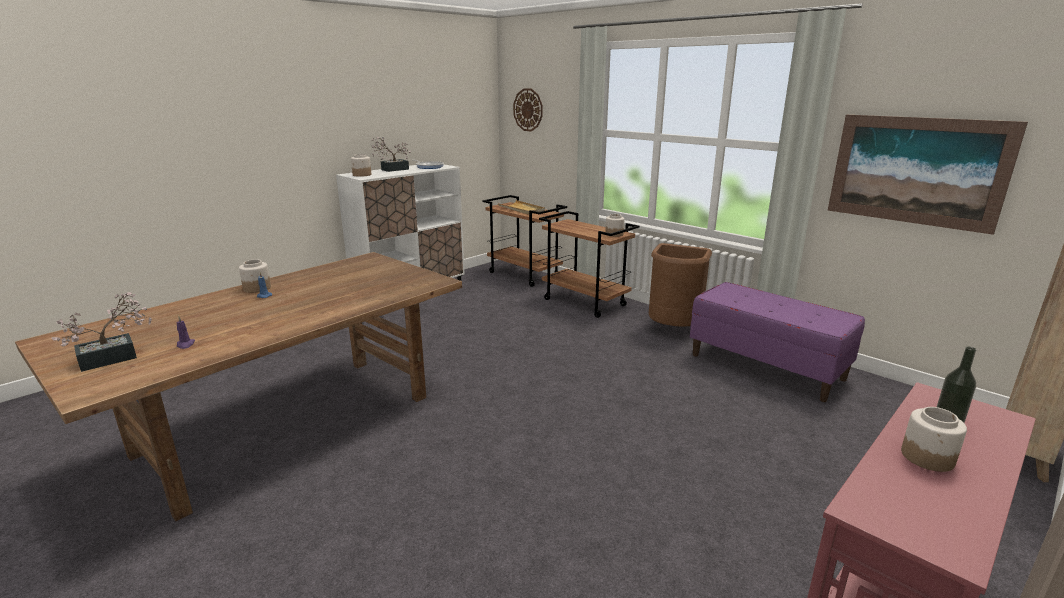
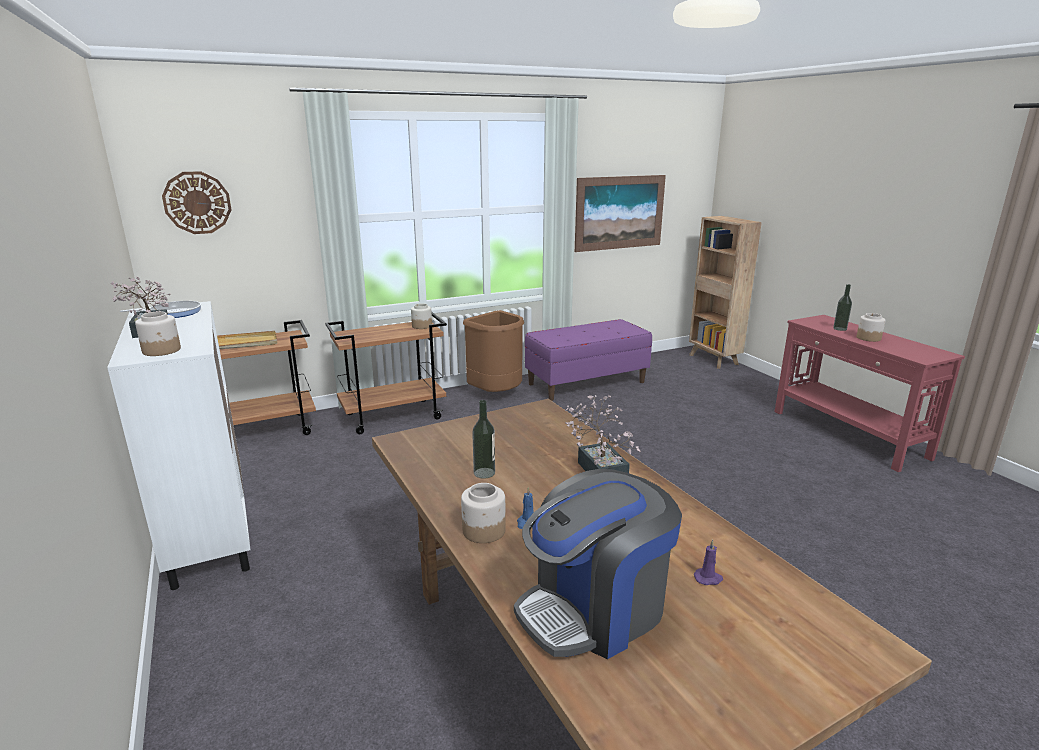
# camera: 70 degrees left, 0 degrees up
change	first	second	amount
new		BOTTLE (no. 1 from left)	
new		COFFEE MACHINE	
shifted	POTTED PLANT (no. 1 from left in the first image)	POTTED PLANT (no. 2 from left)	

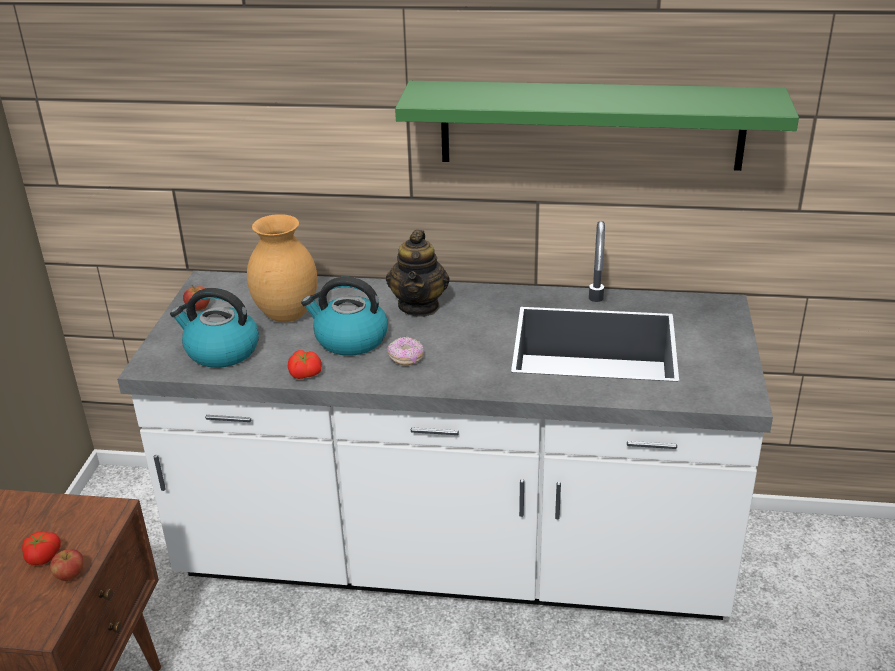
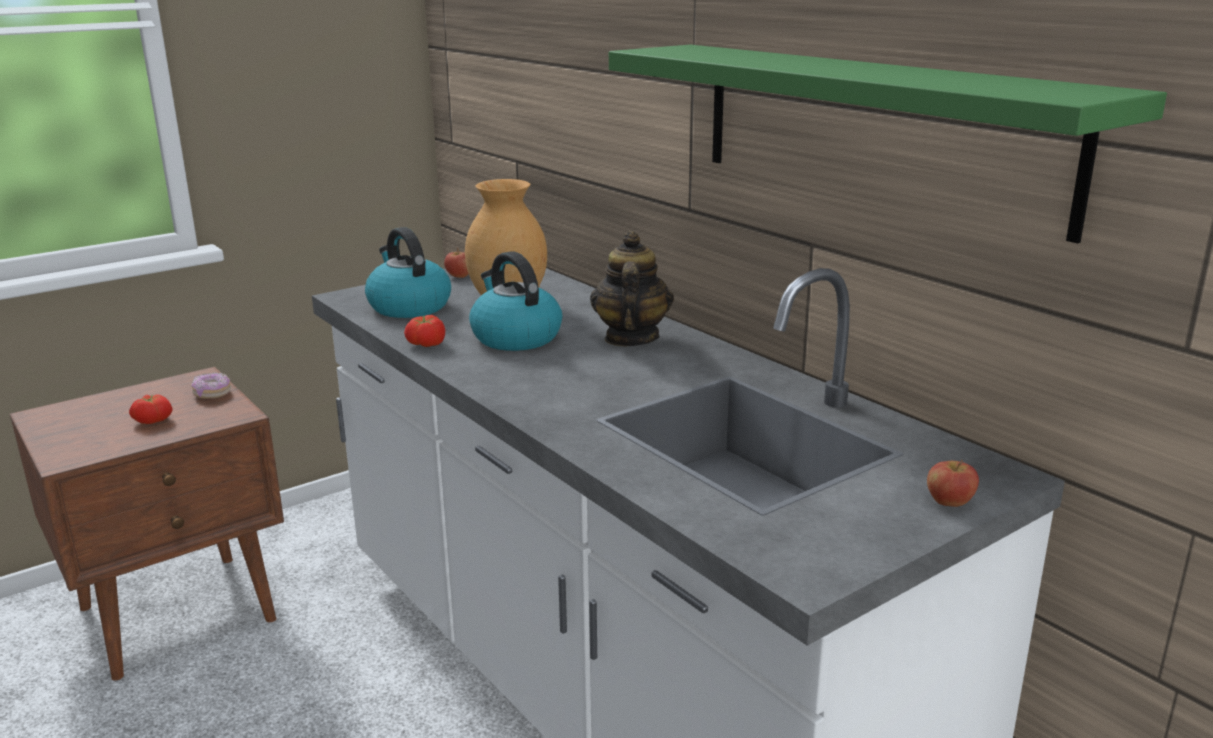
# camera: 45 degrees right, 10 degrees down
change	first	second	amount
shifted	DONUT		
rotated	TEAPOT		135 degrees clockwise
shifted	APPLE (no. 1 from left in the first image)	APPLE (no. 2 from left)	

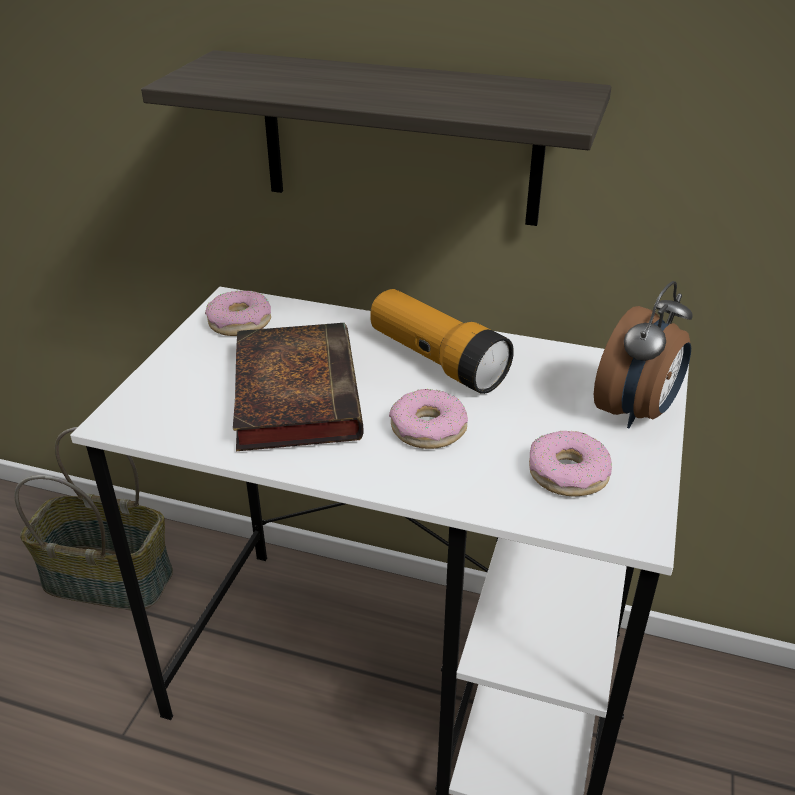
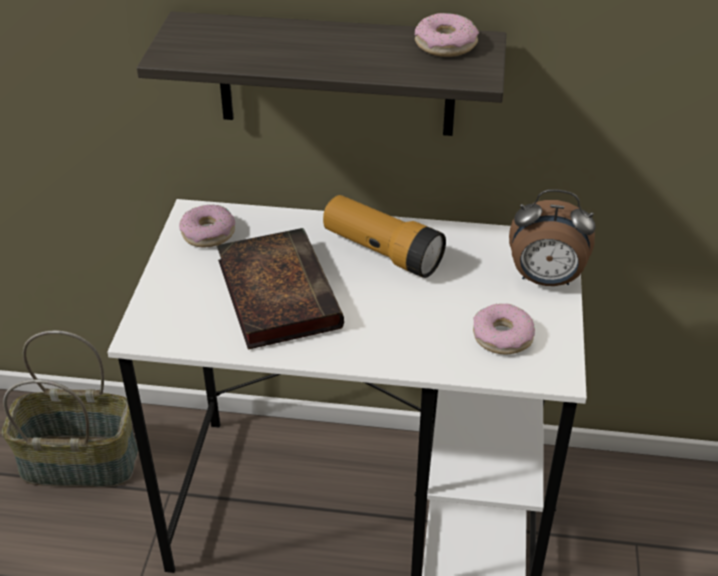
# camera: 10 degrees left, 5 degrees up
change	first	second	amount
shifted	DONUT (no. 2 from left)		
rotated	ALARM CLOCK		75 degrees clockwise

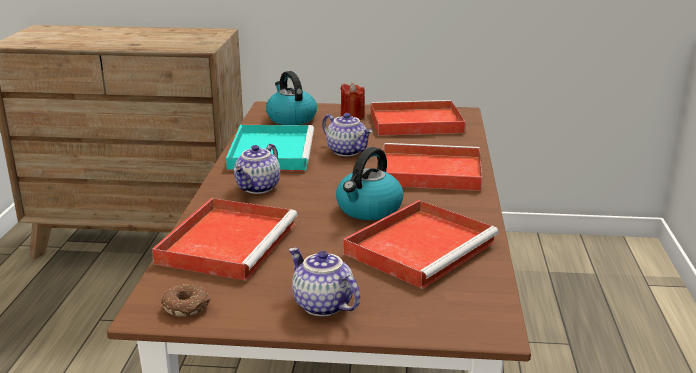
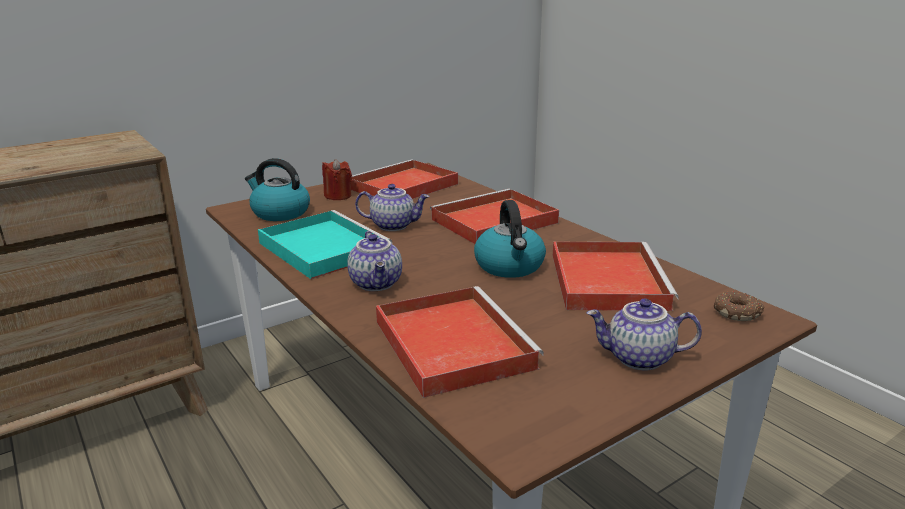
# camera: 40 degrees left, 0 degrees up
change	first	second	amount
shifted	DONUT		

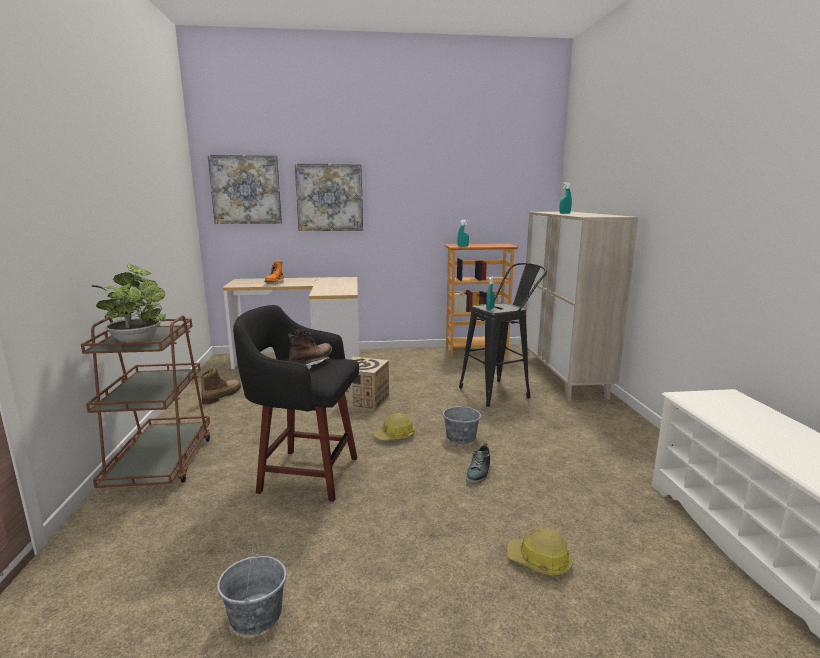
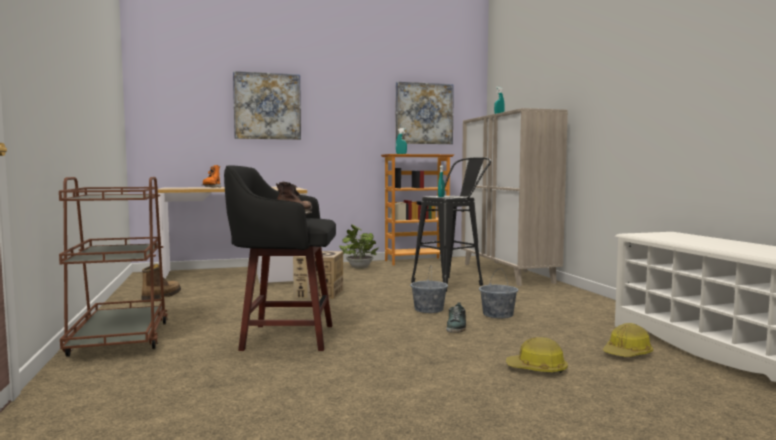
# camera: 10 degrees left, 10 degrees down
change	first	second	amount
shifted	POTTED PLANT		
shifted	PICTURE (no. 1 from left in the first image)	PICTURE (no. 2 from left)	
shifted	GREY BUCKET (no. 1 from left in the first image)	GREY BUCKET (no. 2 from left)	
shifted	HARD HAT (no. 1 from left in the first image)	HARD HAT (no. 2 from left)	

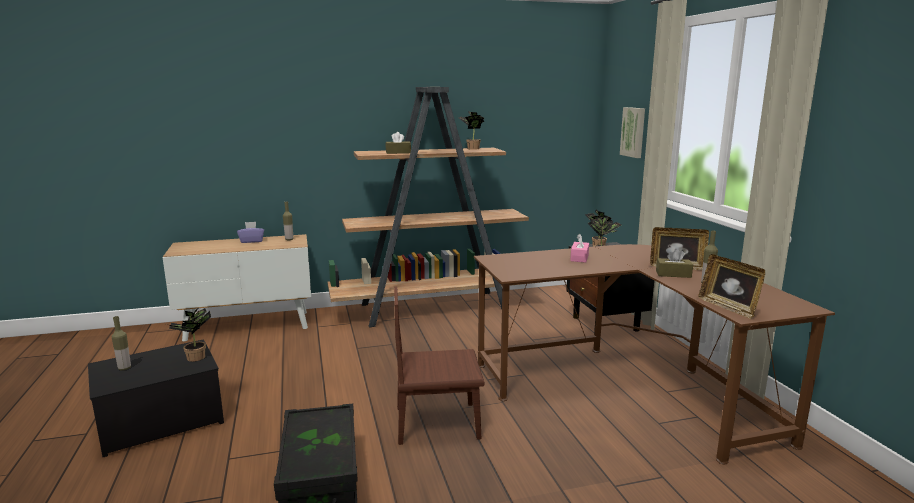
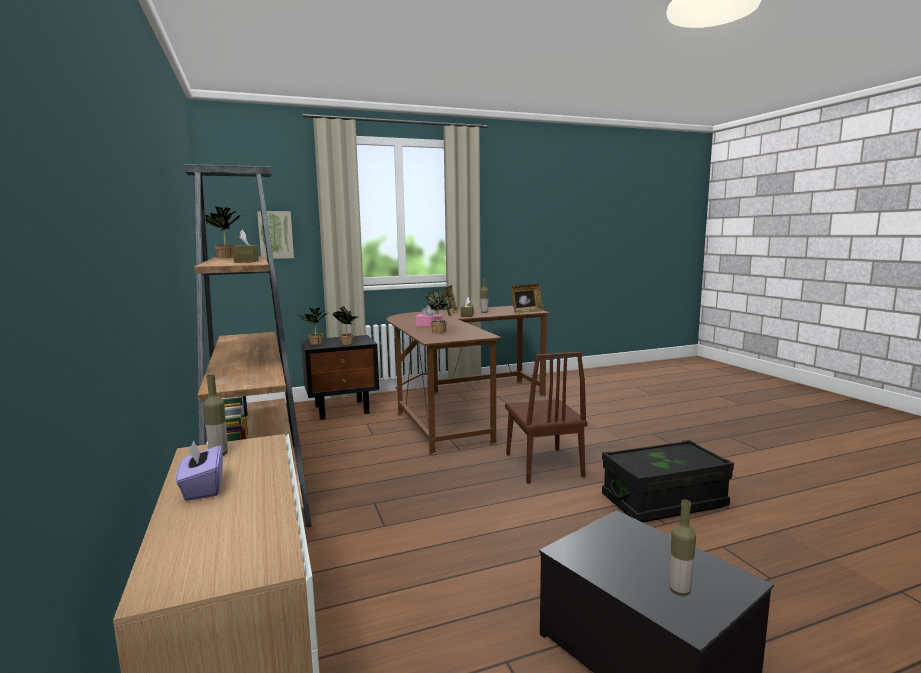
# camera: 95 degrees left, 5 degrees down
change	first	second	amount
shifted	POTTED PLANT (no. 1 from left in the first image)	POTTED PLANT (no. 4 from left)	

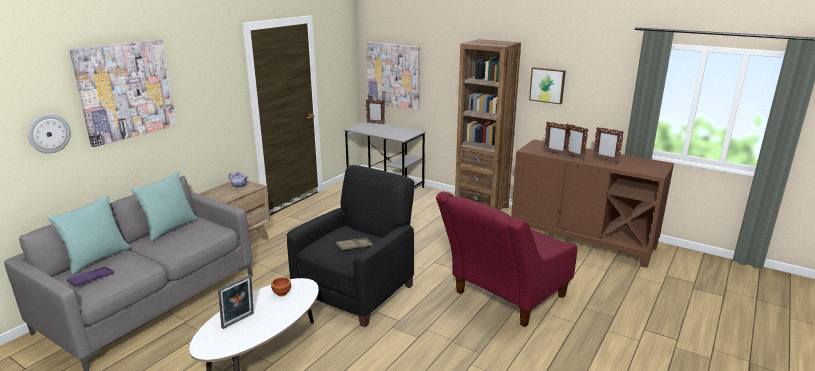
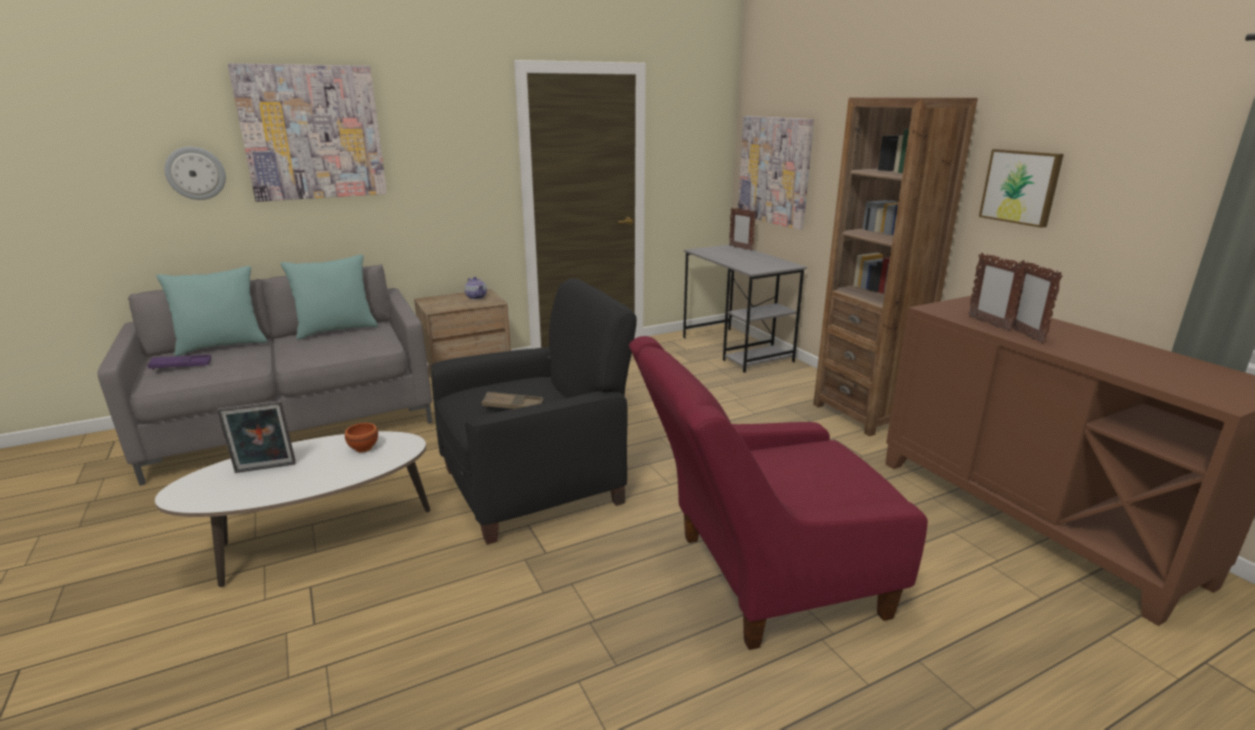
# camera: 30 degrees right, 0 degrees up
change	first	second	amount
gone	PICTURE FRAME (no. 5 from left)		

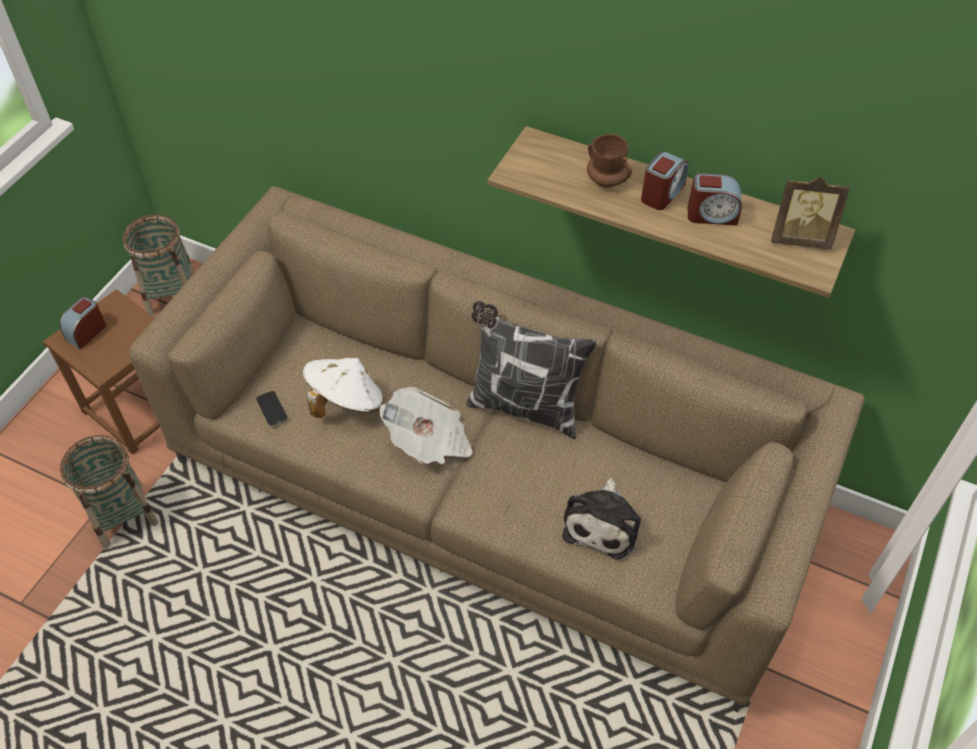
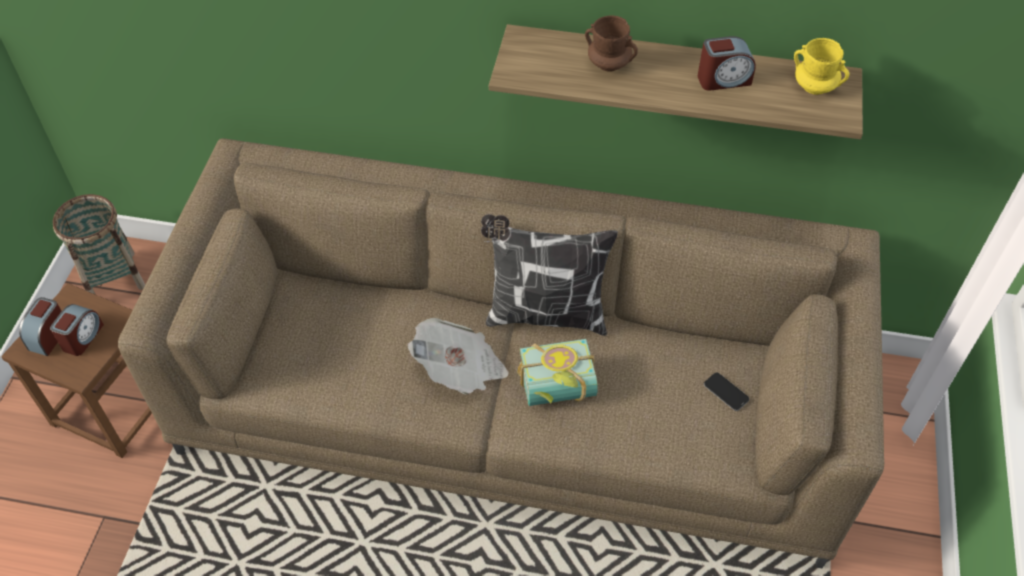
# camera: 15 degrees left, 0 degrees up
change	first	second	amount
shifted	ALARM CLOCK (no. 2 from left)		
new		BOOK	
shifted	PHONE		
swapped	PICTURE FRAME	YELLOW MUG	
gone	BASKET (no. 1 from left)		
gone	WHITE HAT		
gone	PLUSH TOY		

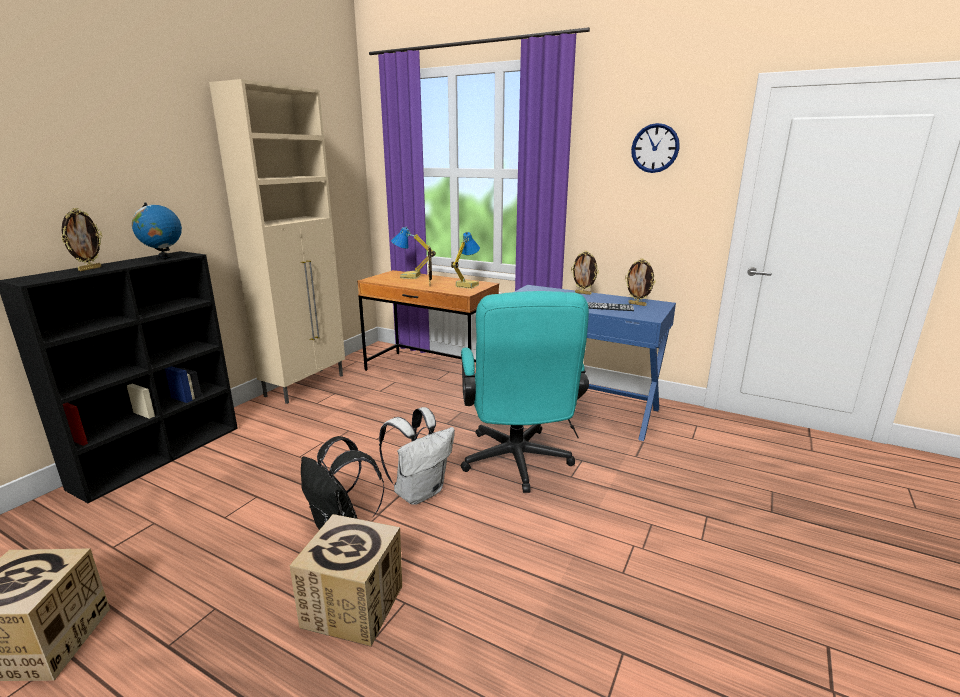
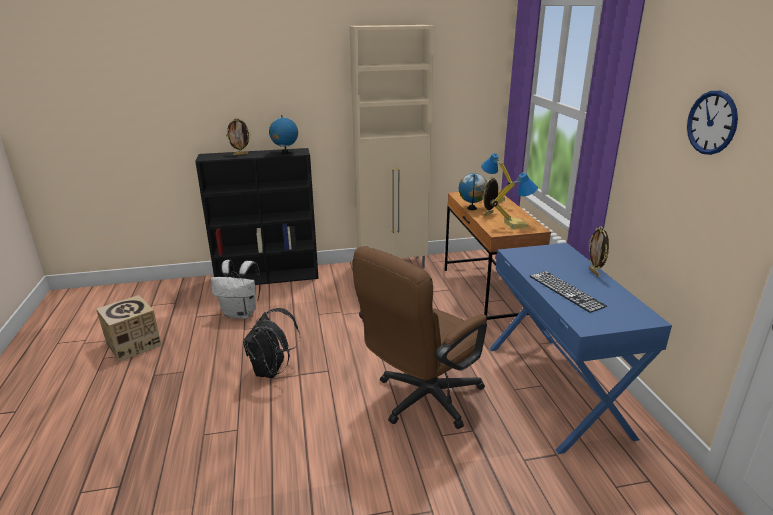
# camera: 50 degrees right, 5 degrees up
change	first	second	amount
shifted	WHITE BACKPACK		
repainted	TURQUOISE OFFICE CHAIR	BROWN OFFICE CHAIR	
new		GLOBE (no. 2 from left)	
gone	CARDBOARD BOX (no. 2 from left)		
gone	PICTURE FRAME (no. 4 from left)		

